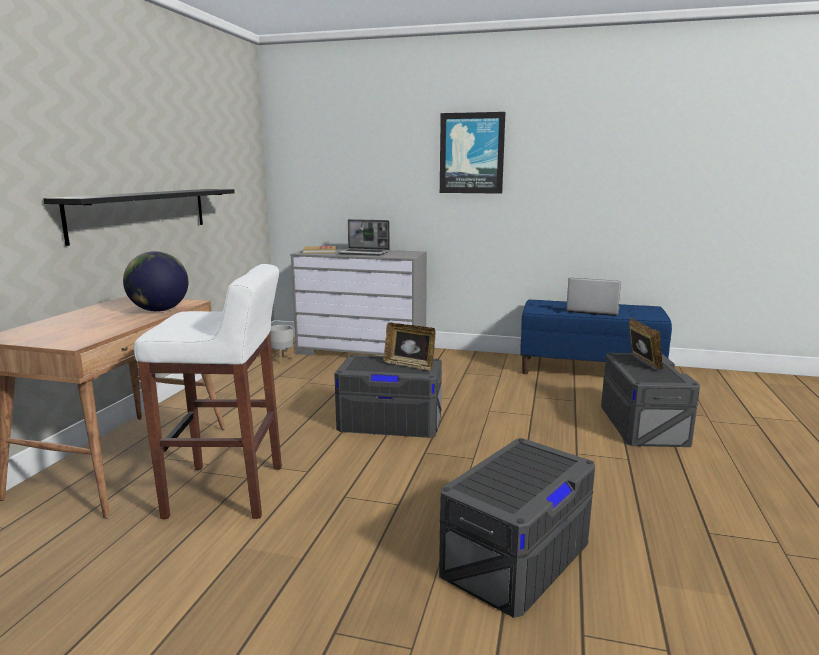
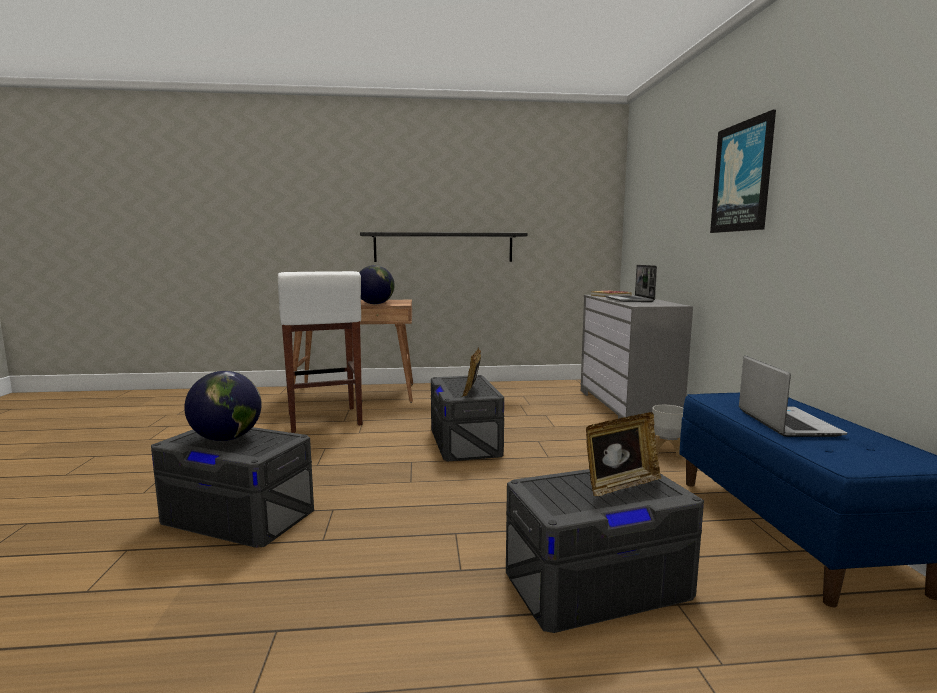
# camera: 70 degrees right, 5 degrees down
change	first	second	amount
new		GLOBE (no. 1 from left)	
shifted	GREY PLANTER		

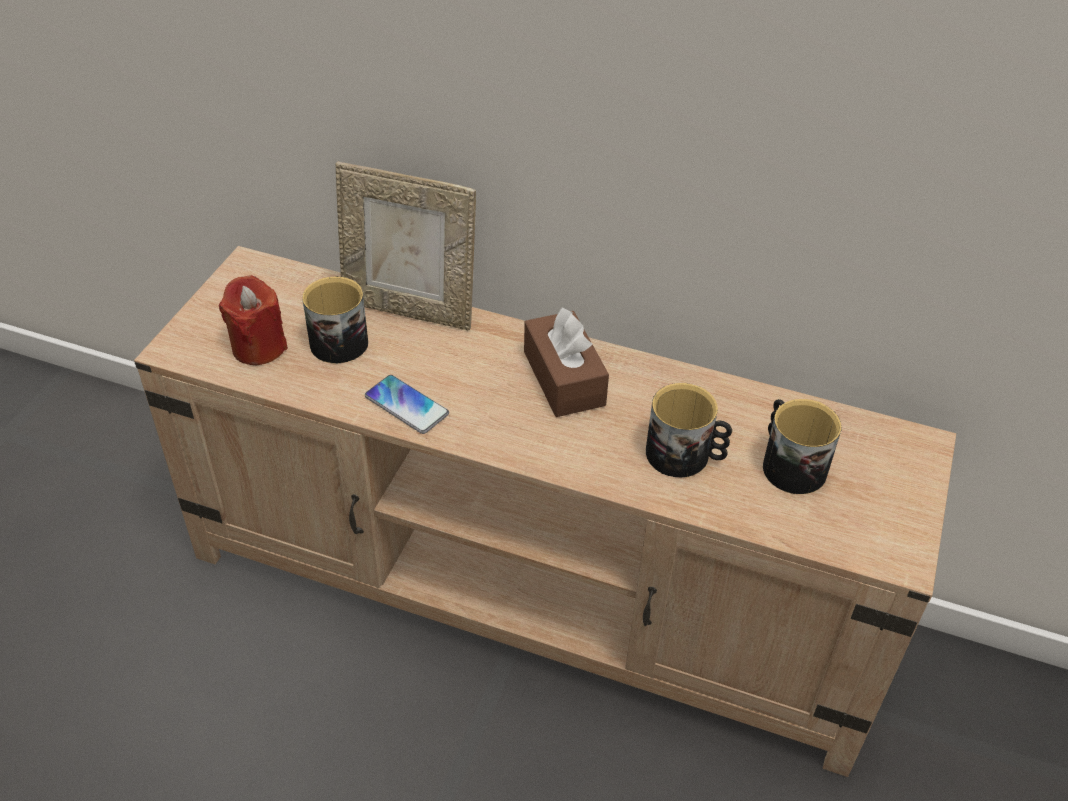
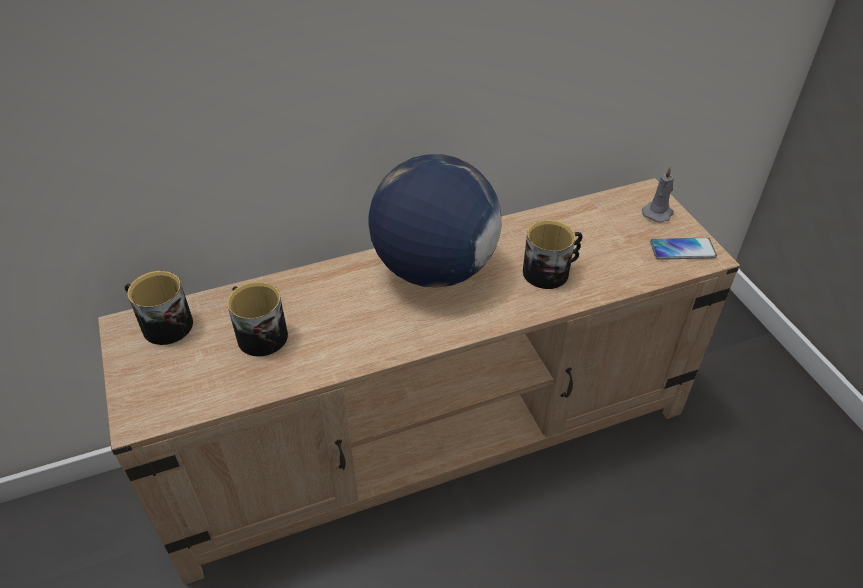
# camera: 40 degrees left, 0 degrees up
change	first	second	amount
shifted	MUG (no. 3 from left in the first image)	MUG (no. 1 from left)	
swapped	BROWN TISSUE BOX	GLOBE	
new		GREY CANDLE	
shifted	PHONE		
gone	RED CANDLE		
gone	PICTURE FRAME		

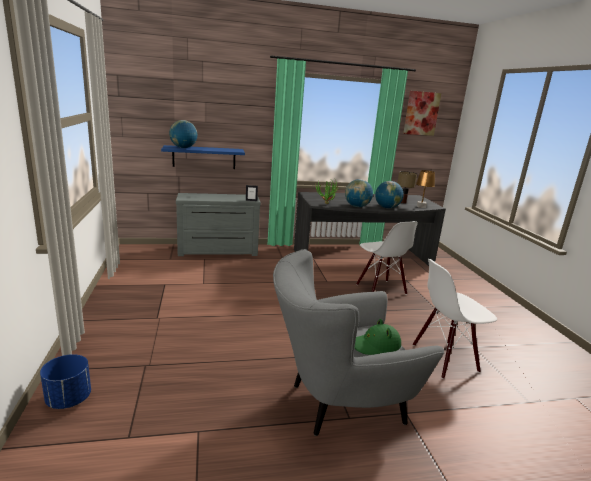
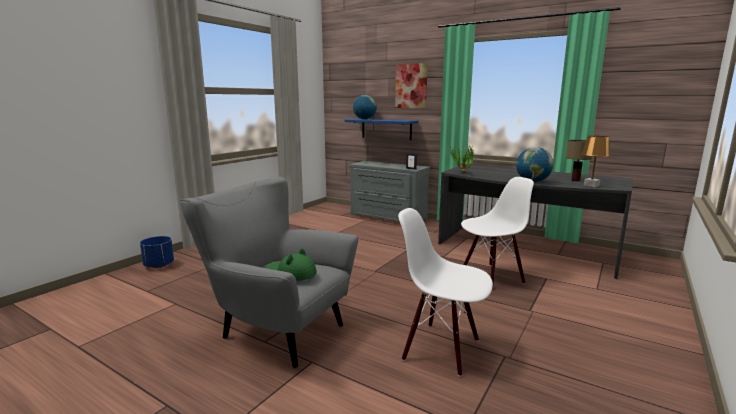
# camera: 45 degrees right, 5 degrees down
change	first	second	amount
shifted	PICTURE		
rotated	WHITE CHAIR (no. 1 from left in the first image)	WHITE CHAIR (no. 2 from left)	135 degrees counterclockwise
gone	GLOBE (no. 2 from left)		

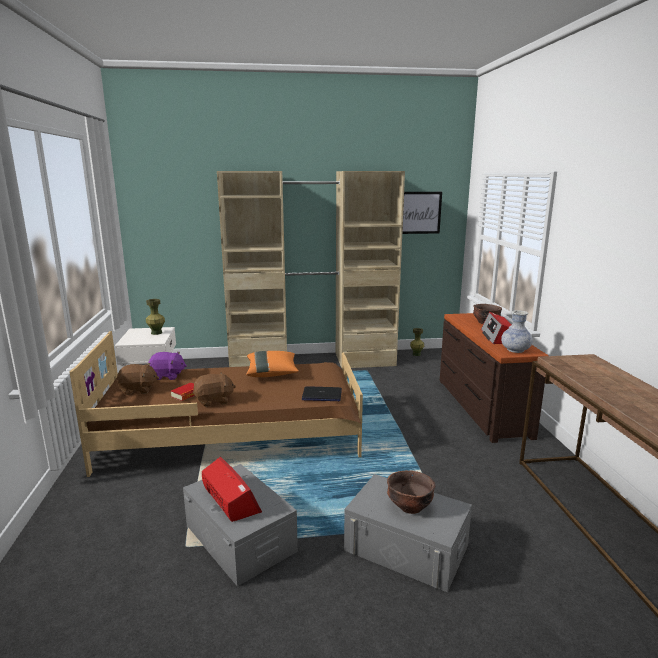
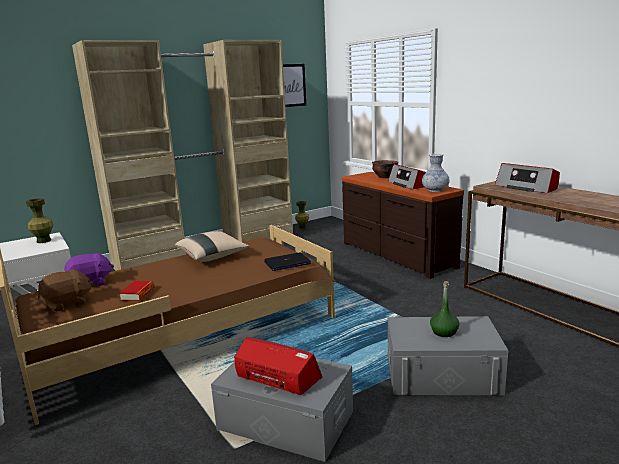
# camera: 25 degrees left, 0 degrees up
change	first	second	amount
repainted	ORANGE PILLOW	BEIGE PILLOW	
swapped	BROWN BOWL (no. 1 from left)	GREEN BOTTLE	
new		RADIO (no. 3 from left)	
gone	BROWN PLUSH TOY (no. 2 from left)		

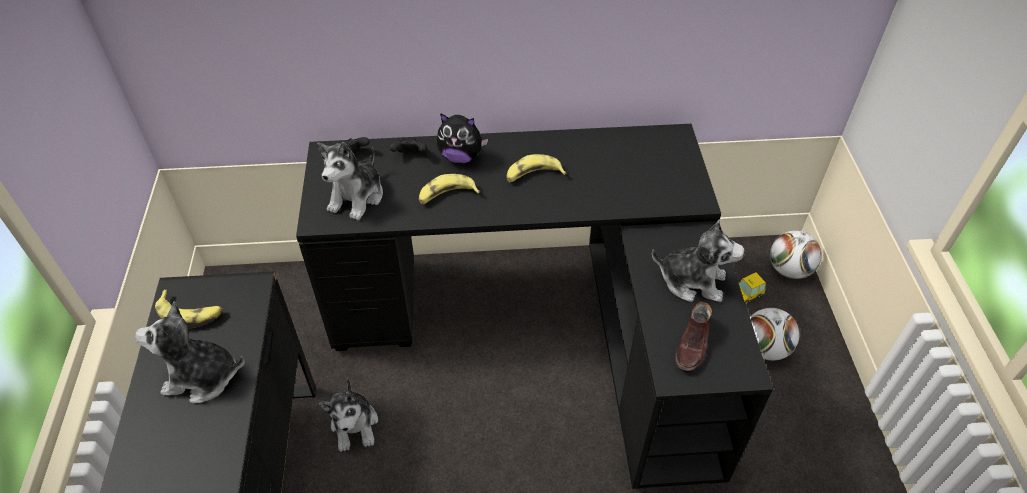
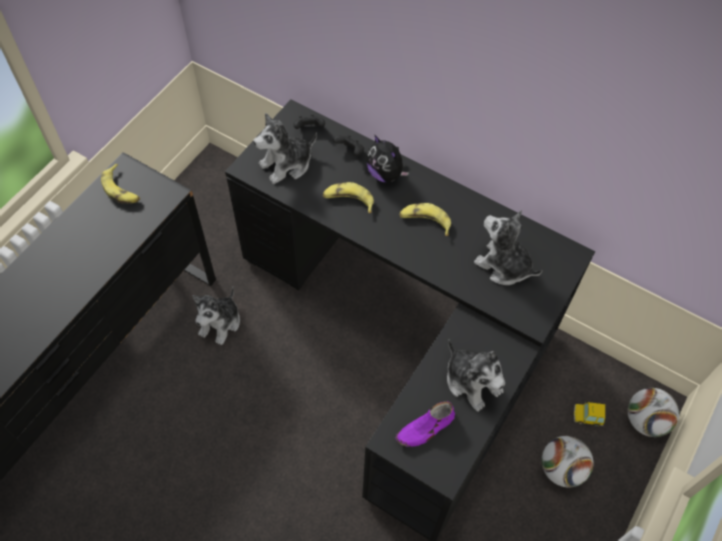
# camera: 35 degrees right, 10 degrees up
change	first	second	amount
repainted	BROWN SHOE	PURPLE SHOE	
shifted	PLUSH TOY (no. 1 from left in the first image)	PLUSH TOY (no. 5 from left)	

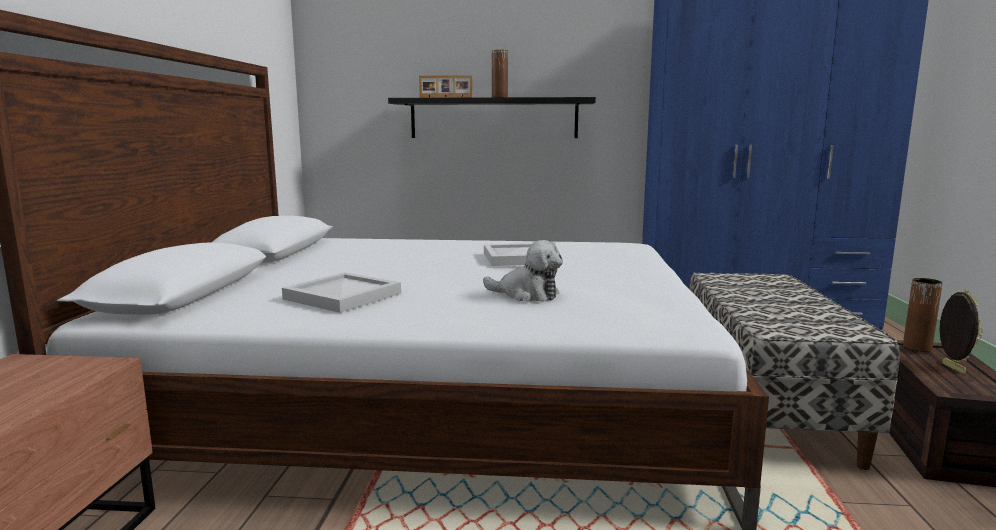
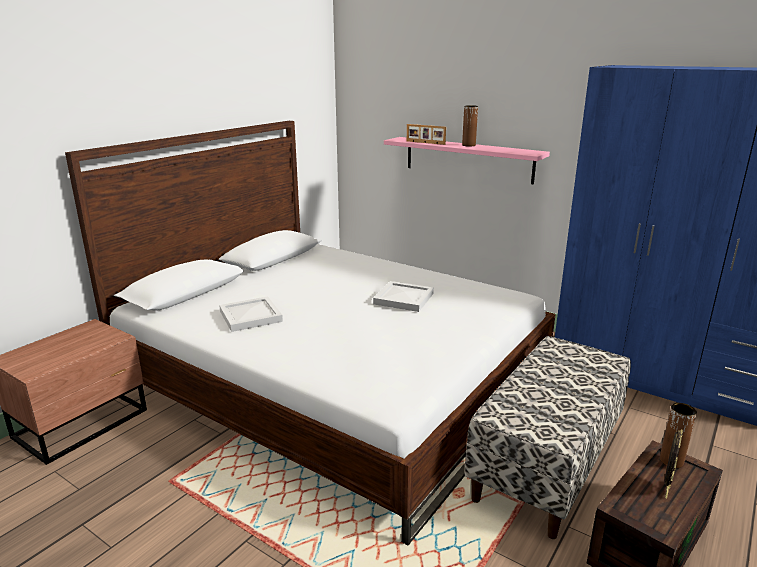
# camera: 30 degrees right, 10 degrees up
change	first	second	amount
repainted	BLACK SHELF	PINK SHELF	
gone	PLUSH TOY		

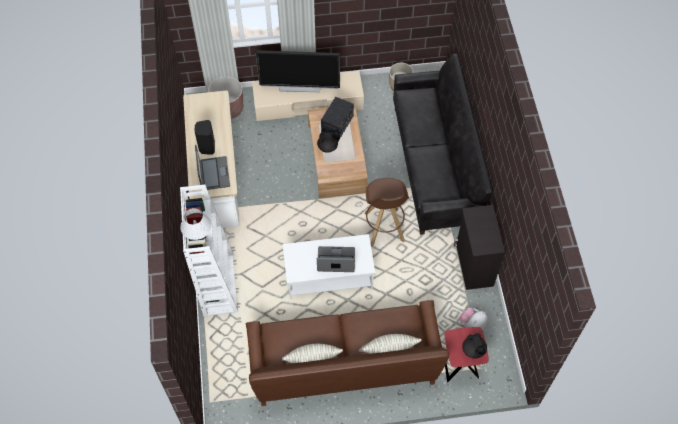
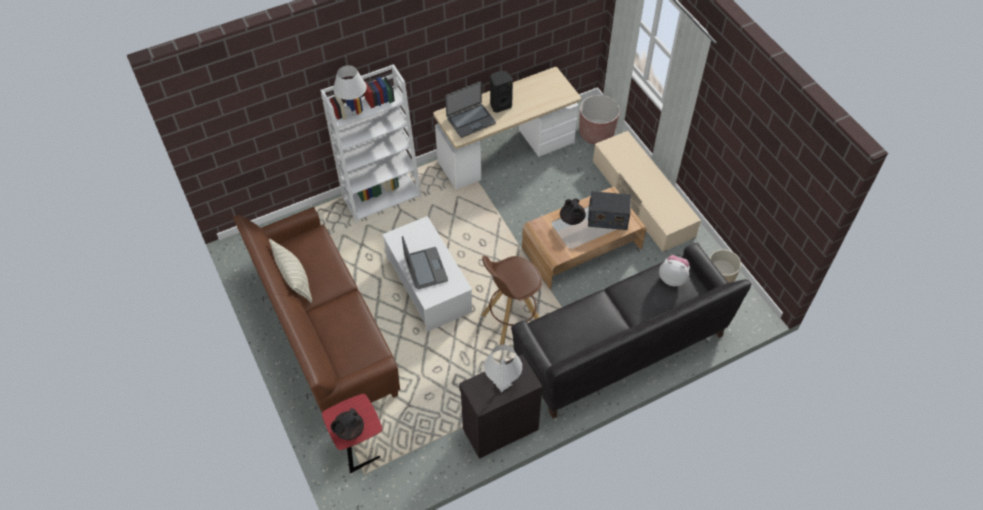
# camera: 70 degrees right, 5 degrees down
change	first	second	amount
new		WHITE TABLE LAMP (no. 2 from left)	
shifted	PLUSH TOY		
gone	TELEVISION		
gone	PILLOW (no. 2 from left)		

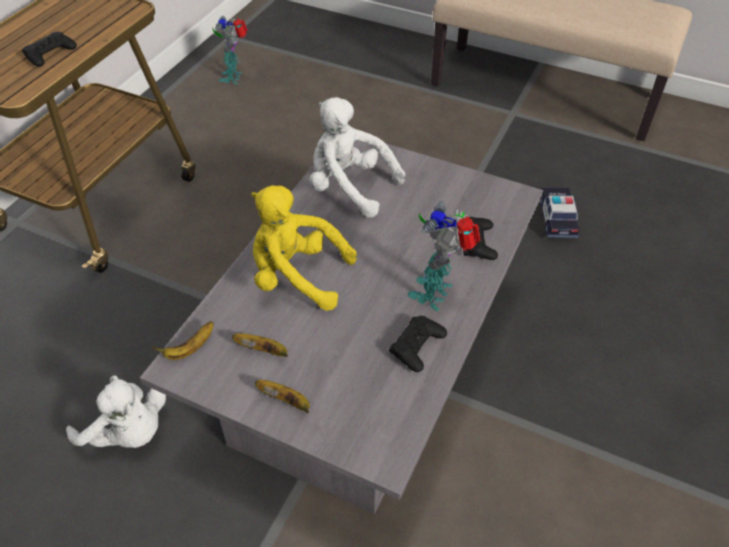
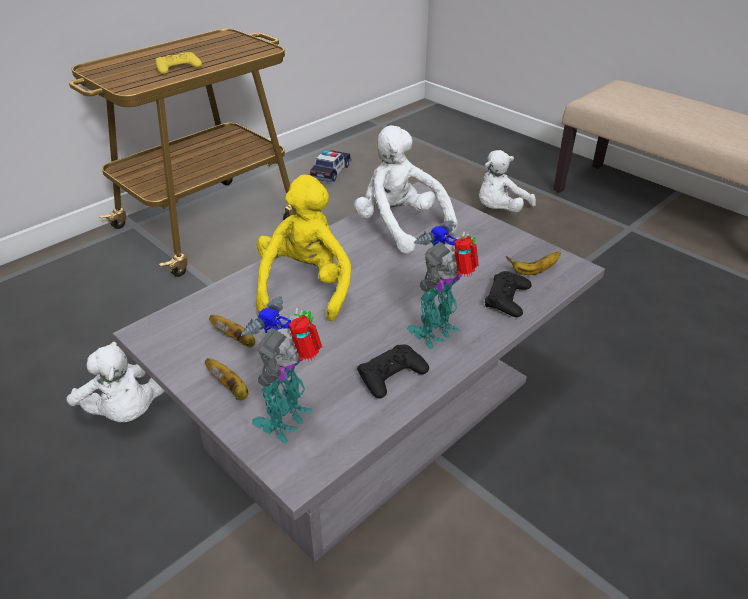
# camera: 20 degrees right, 10 degrees down
change	first	second	amount
repainted	BLACK GAME CONTROLLER (no. 1 from left)	YELLOW GAME CONTROLLER	
shifted	TOY ROBOT (no. 1 from left)		
rotated	YELLOW PLUSH TOY		60 degrees clockwise
shifted	TOY CAR		
new		WHITE PLUSH TOY (no. 3 from left)	
shifted	BANANA (no. 1 from left in the first image)	BANANA (no. 3 from left)	

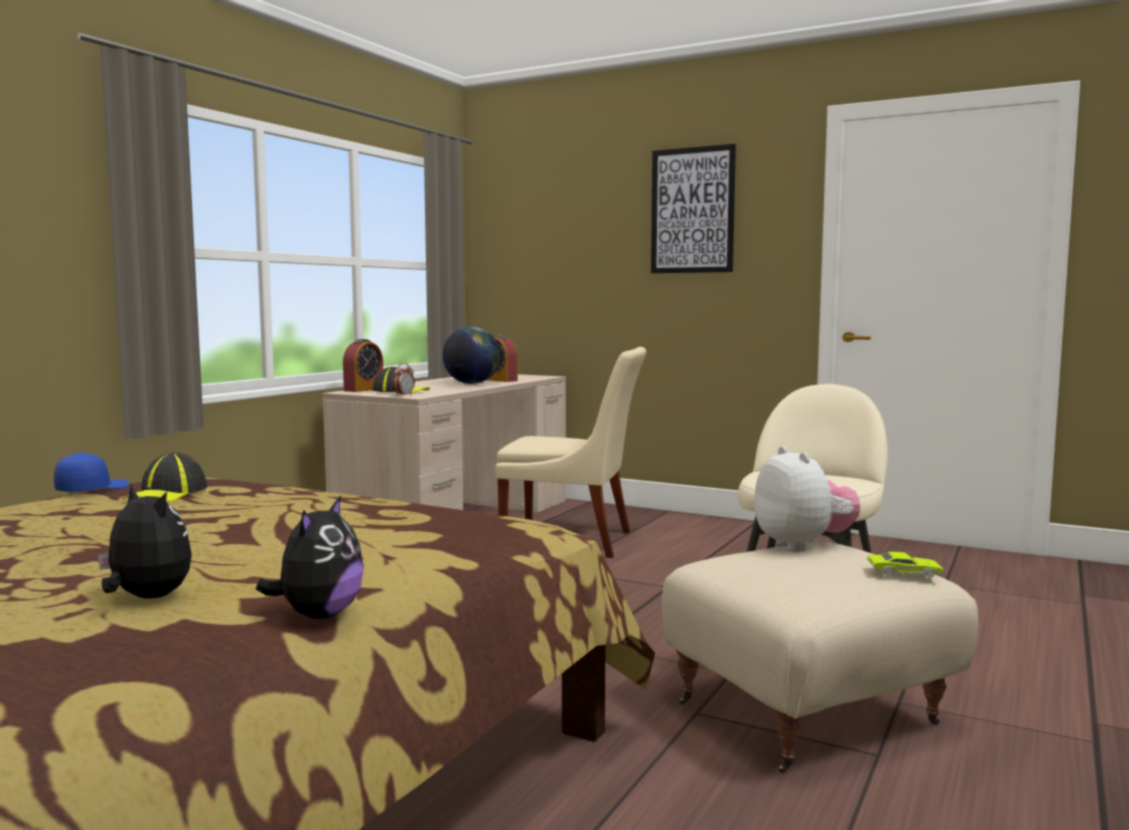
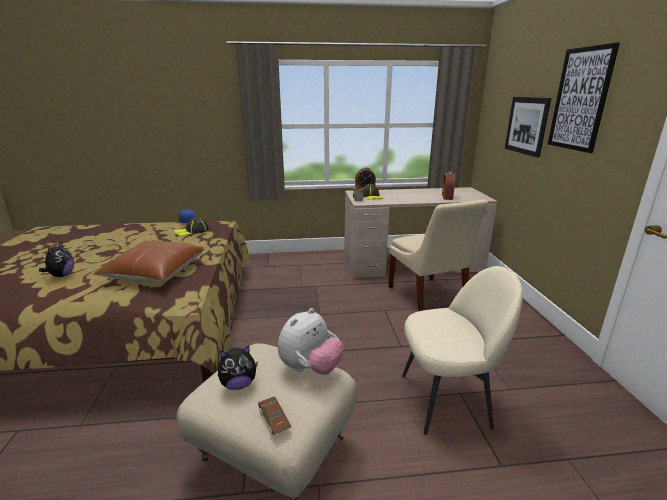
# camera: 55 degrees right, 15 degrees up
change	first	second	amount
new		BROWN PILLOW	
shifted	PLUSH TOY (no. 2 from left)		
repainted	GREEN TOY CAR	BROWN TOY CAR	
new		PICTURE (no. 1 from left)	
gone	GLOBE		

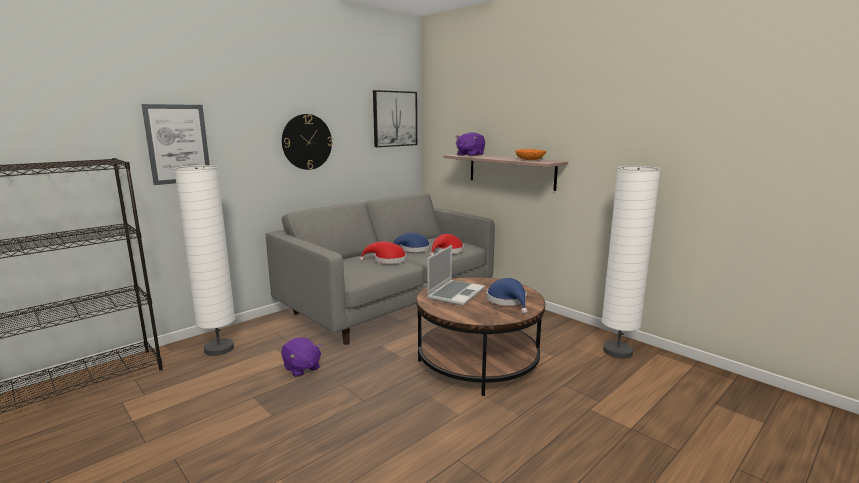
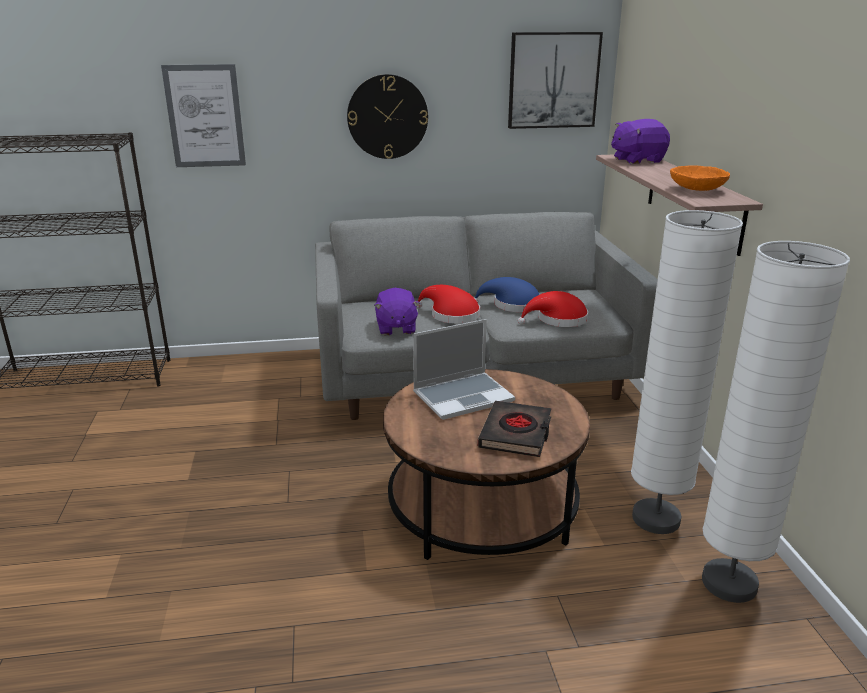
# camera: 35 degrees right, 10 degrees up
change	first	second	amount
shifted	PURPLE PLUSH TOY (no. 1 from left)		
swapped	BLUE HAT (no. 2 from left)	BLACK BOOK	
shifted	WHITE FLOOR LAMP (no. 1 from left)		

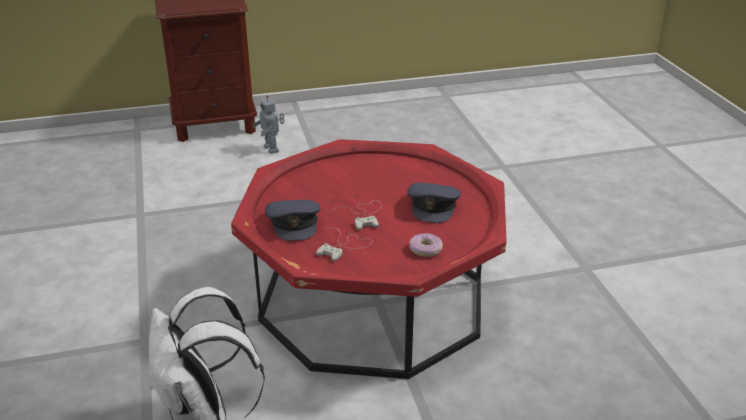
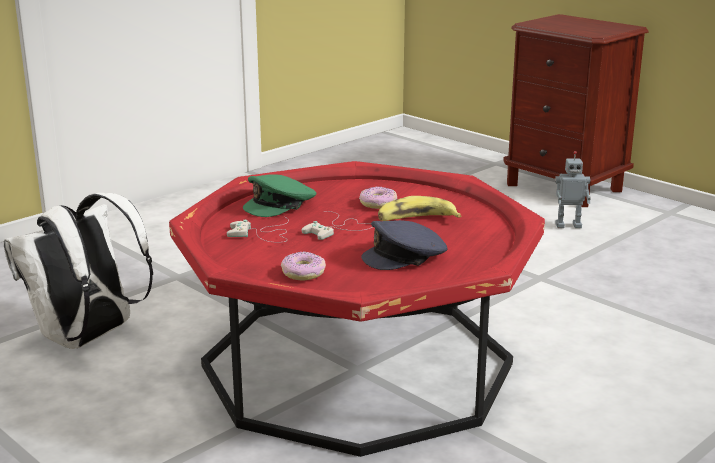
# camera: 60 degrees right, 10 degrees down
change	first	second	amount
repainted	GREY CAP (no. 1 from left)	GREEN CAP	
new		DONUT (no. 2 from left)	
new		BANANA	
rotated	TOY ROBOT		120 degrees counterclockwise

